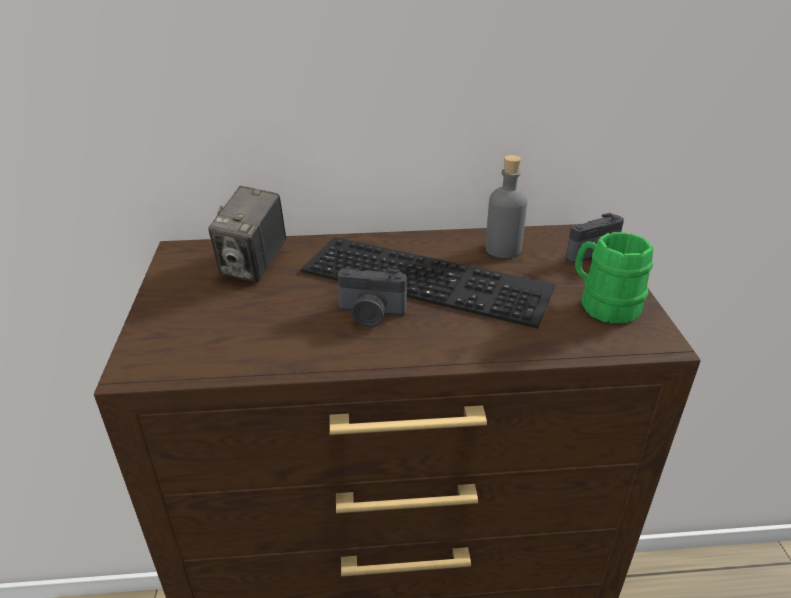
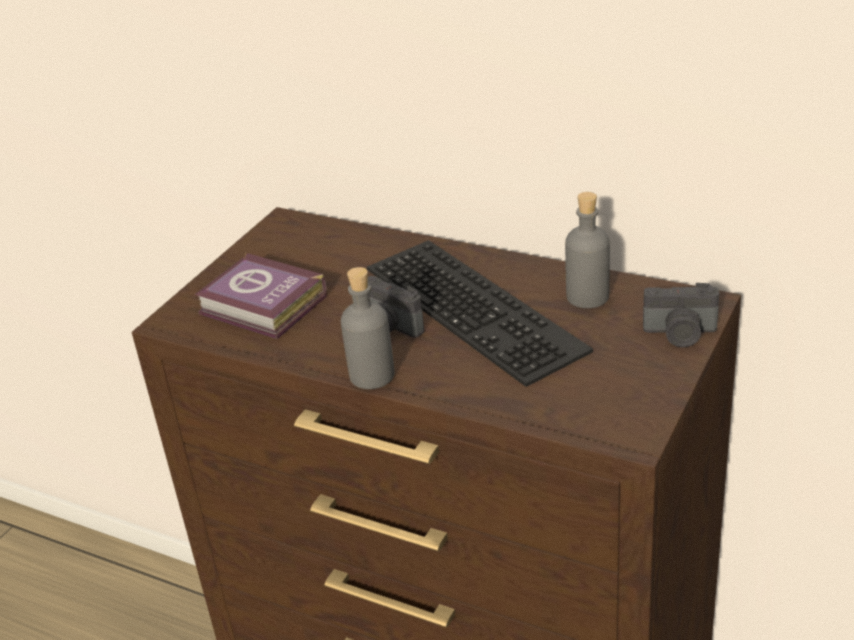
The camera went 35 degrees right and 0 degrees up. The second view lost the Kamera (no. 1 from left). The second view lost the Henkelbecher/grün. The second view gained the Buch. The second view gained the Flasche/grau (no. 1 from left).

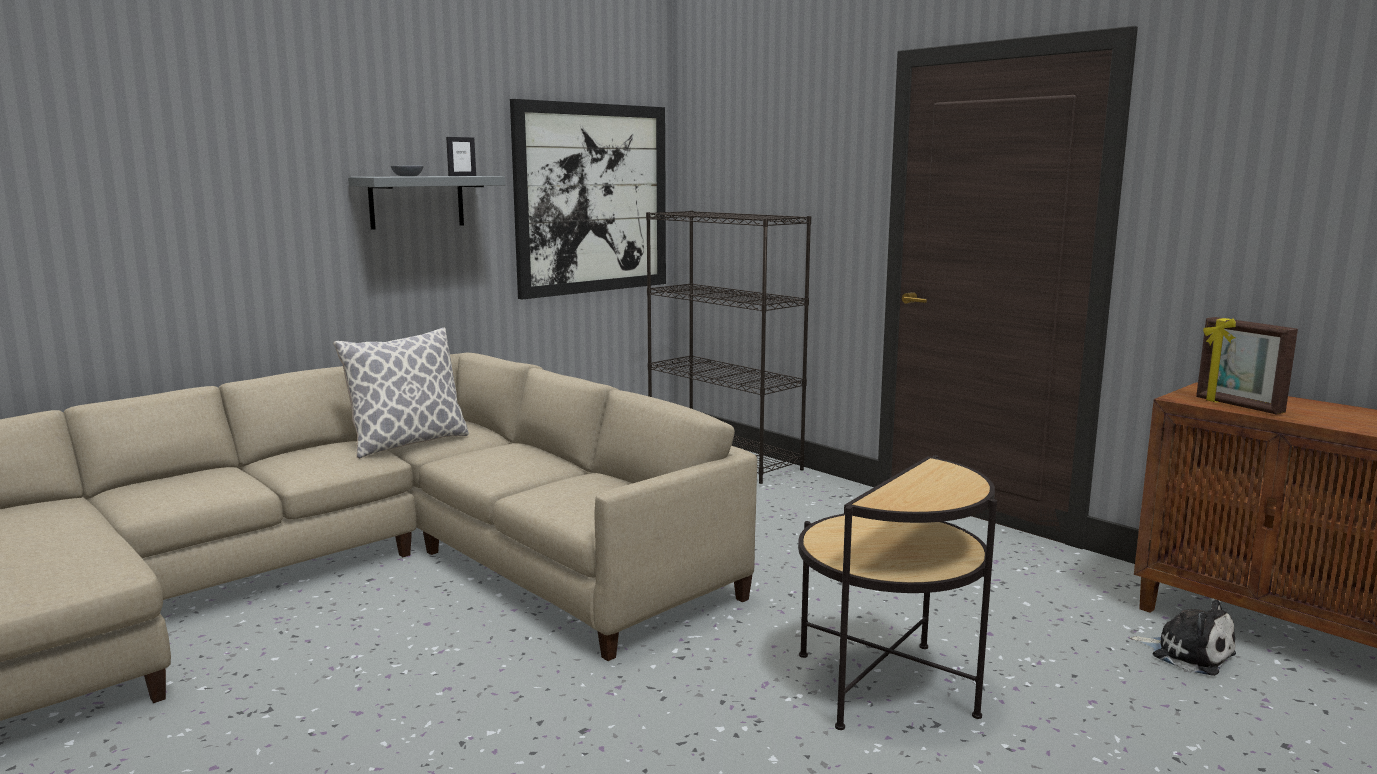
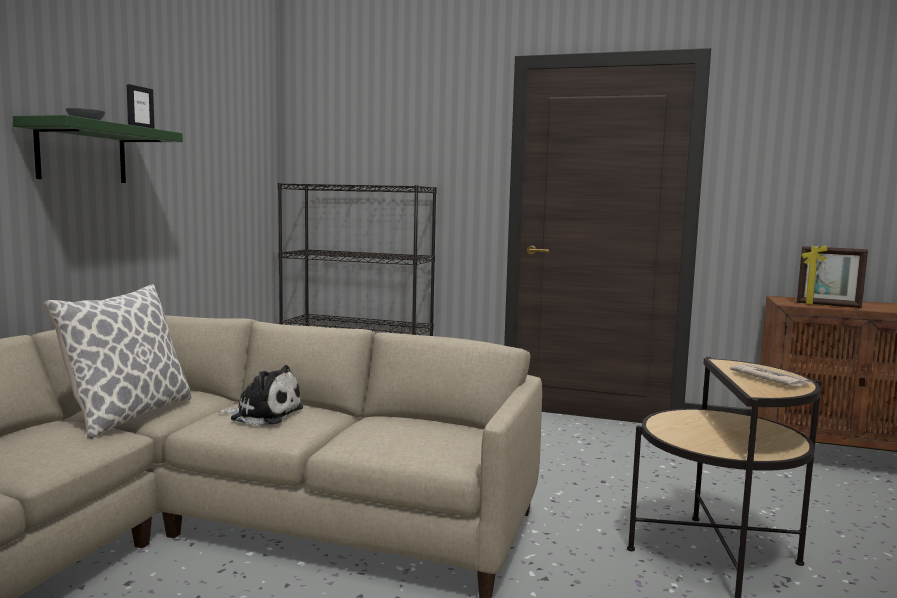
The camera went 30 degrees left and 5 degrees down. The second view lost the Bild. What was the Wandregal/grau turned into the Wandregal/grün. The Plüschtier ended up elsewhere. The second view gained the Zeitung.

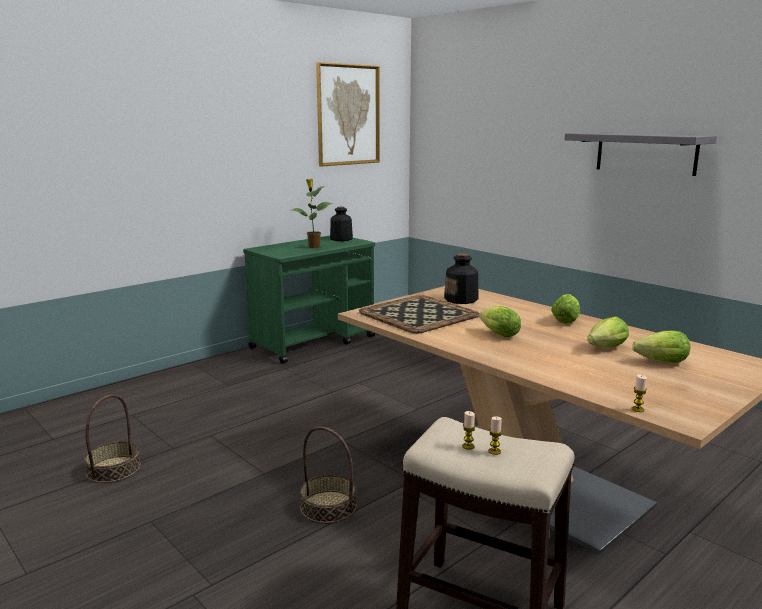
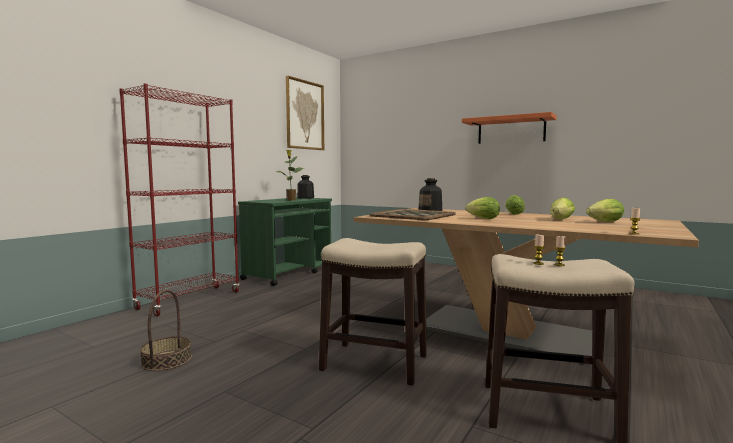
The camera went 15 degrees left and 10 degrees down. What was the Wandregal/grau turned into the Wandregal/orange. Where the Korb (no. 2 from left) stood, the Hocker (no. 1 from left) came to stand. The second view gained the Bücherregal/rot.

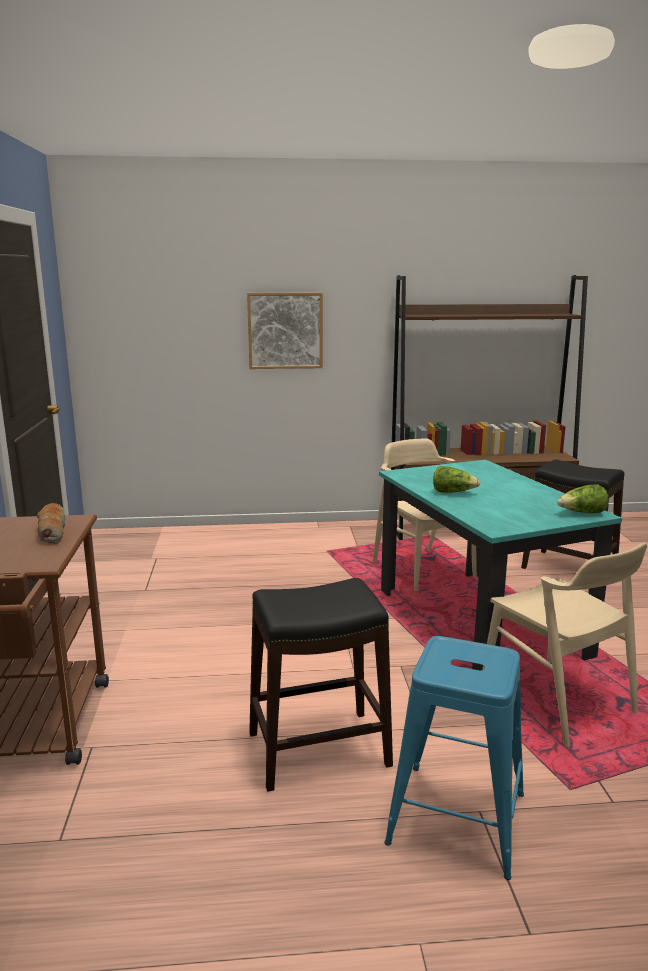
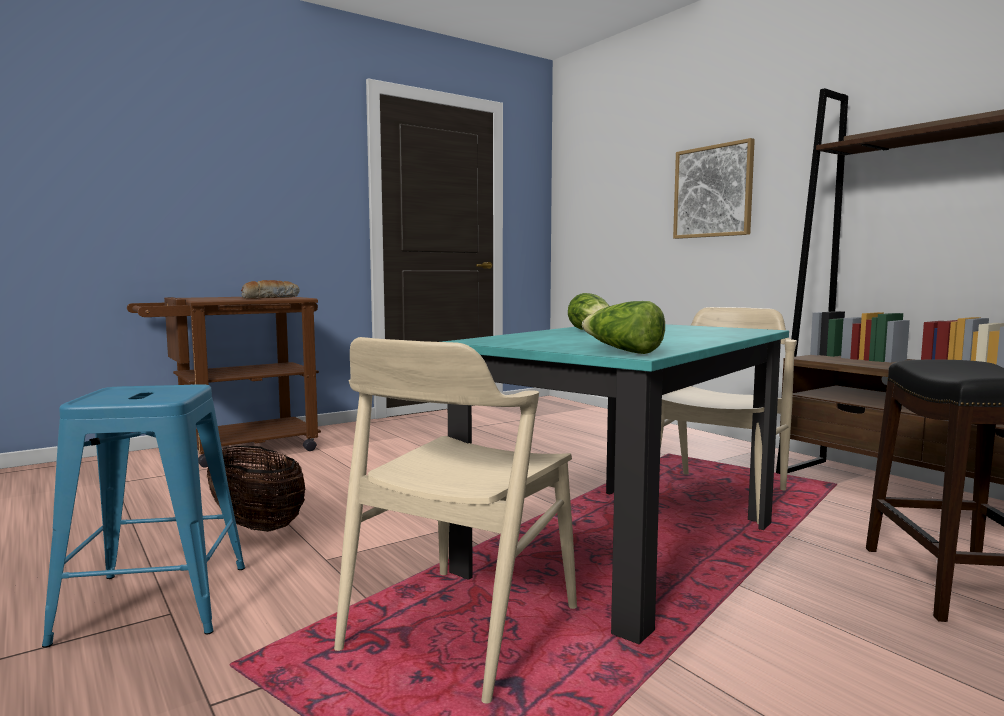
The camera went 60 degrees right and 10 degrees down. Where the Hocker/schwarz (no. 1 from left) stood, the Korb came to stand.

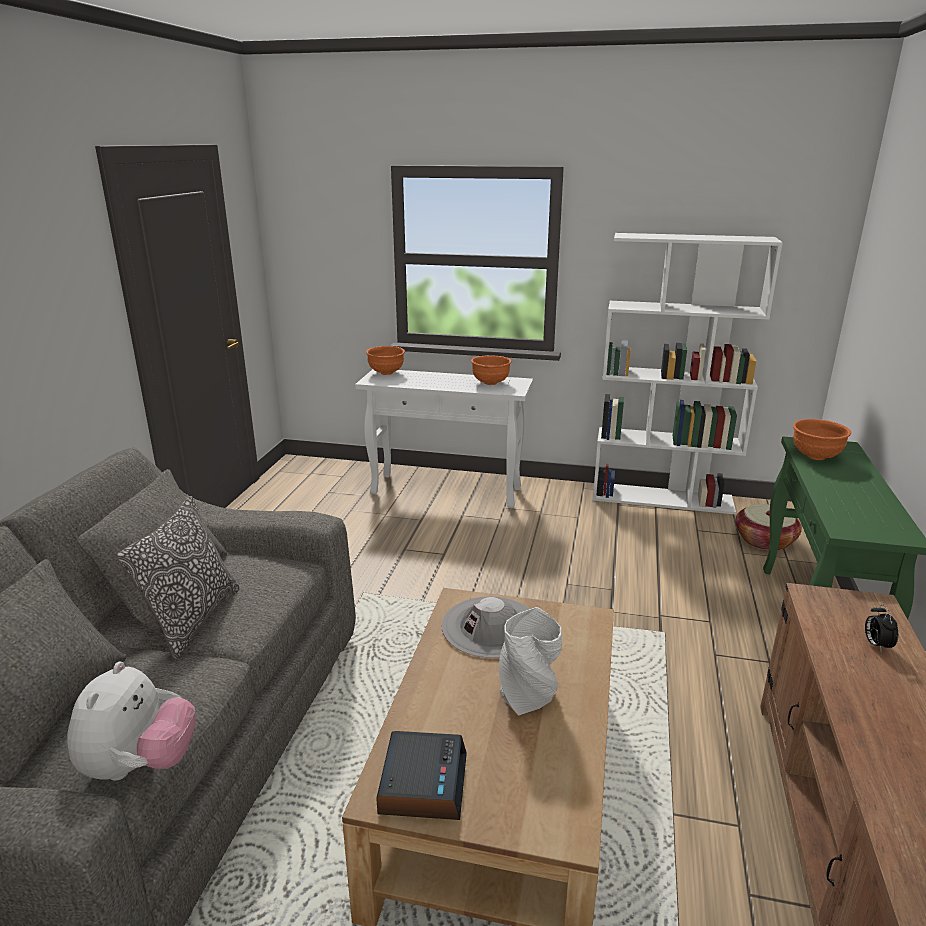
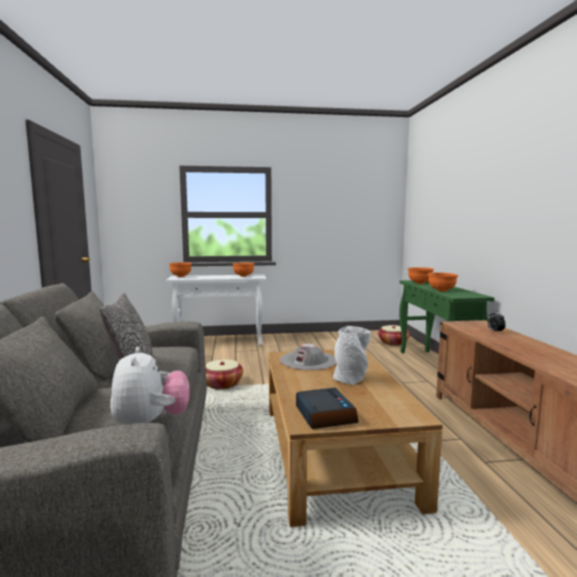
The camera went 20 degrees left and 15 degrees down. The second view lost the Bücherregal/weiß. The second view gained the Schüssel/orange (no. 4 from left). The second view gained the Korb (no. 1 from left).

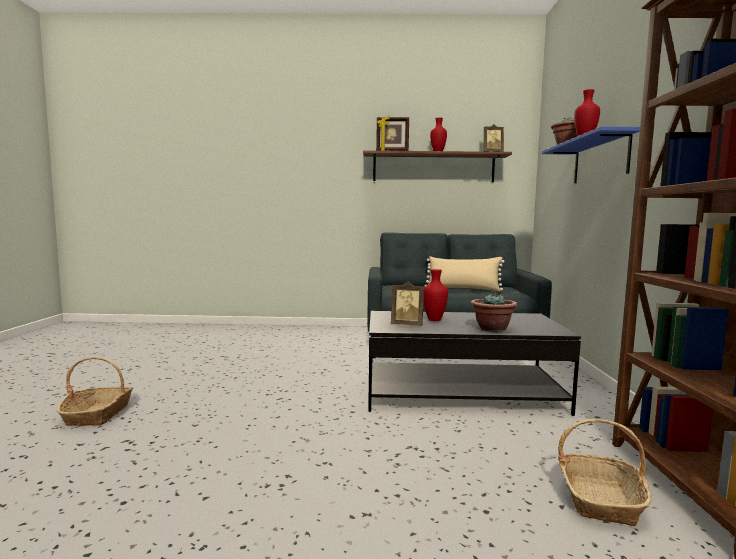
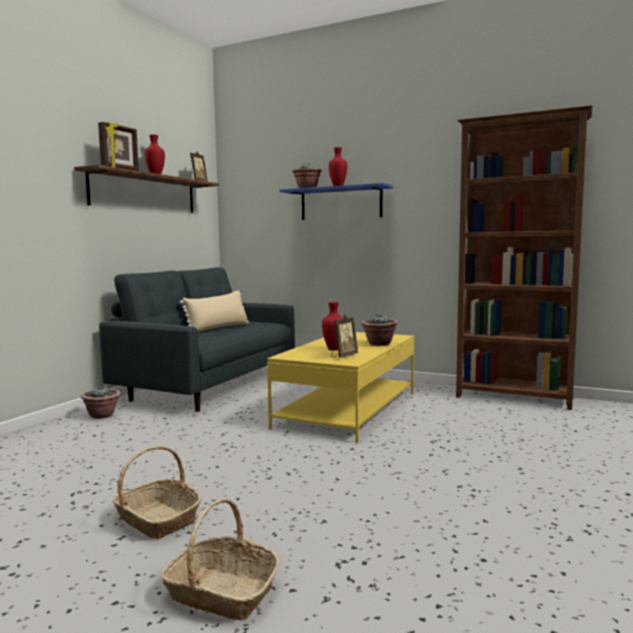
The camera went 65 degrees left and 0 degrees up. What was the Couchtisch/schwarz turned into the Couchtisch/gelb. The Korb (no. 2 from left in the first image) ended up elsewhere. The second view gained the Topfpflanze (no. 1 from left).

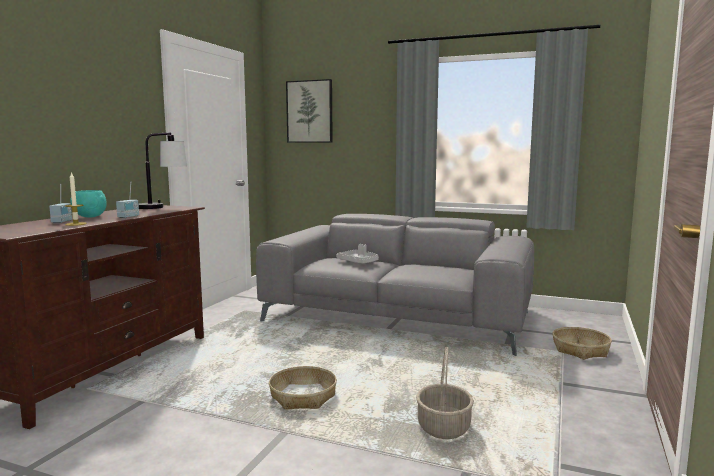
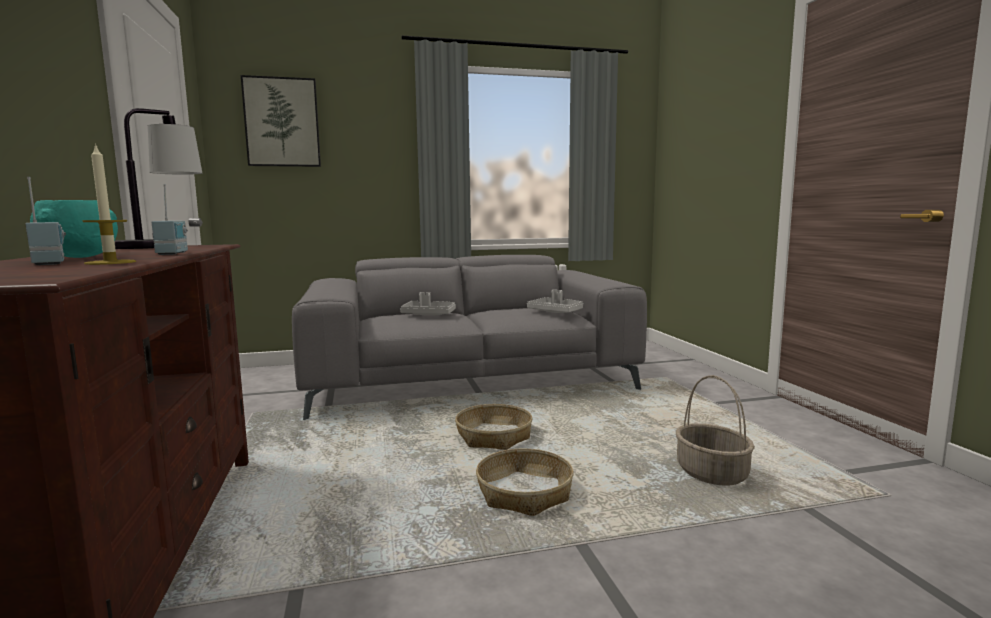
The camera went 35 degrees left and 0 degrees up. The Korb (no. 3 from left in the first image) ended up elsewhere. The second view gained the Tablett/grau (no. 2 from left).

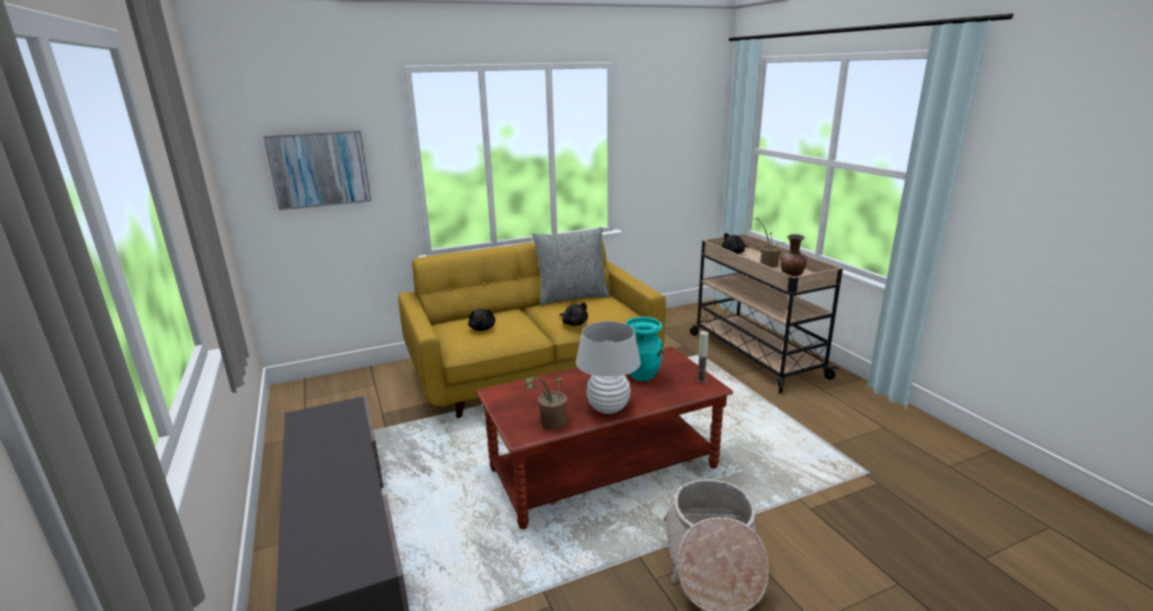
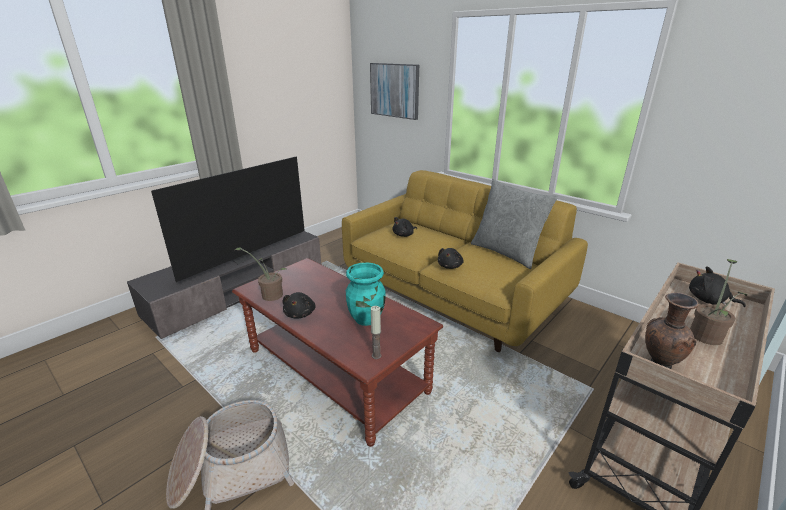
The camera went 65 degrees right and 5 degrees up. Where the Tischlampe/weiß stood, the Plüschtier/schwarz (no. 1 from left) came to stand. The second view gained the Fernseher.

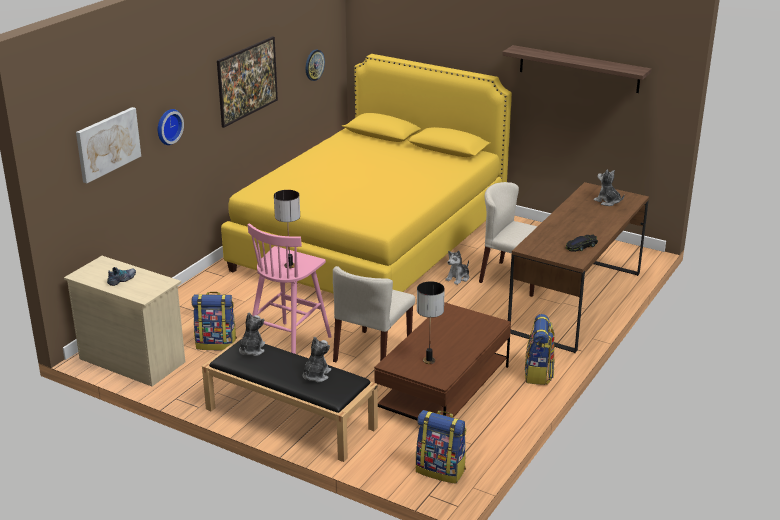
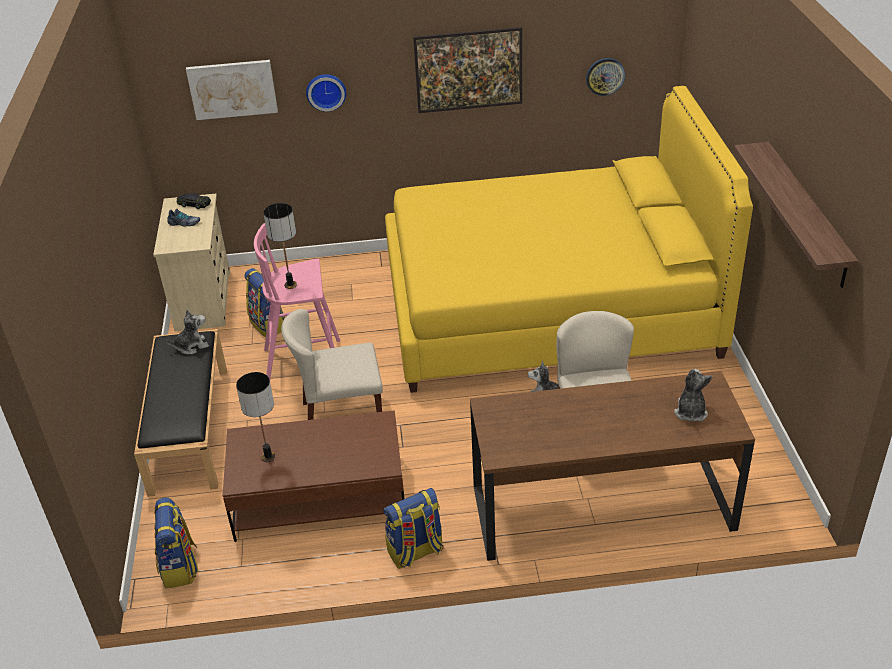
The camera went 55 degrees right and 10 degrees up. The Spielzeugauto/schwarz ended up elsewhere. The second view lost the Plüschtier (no. 2 from left).

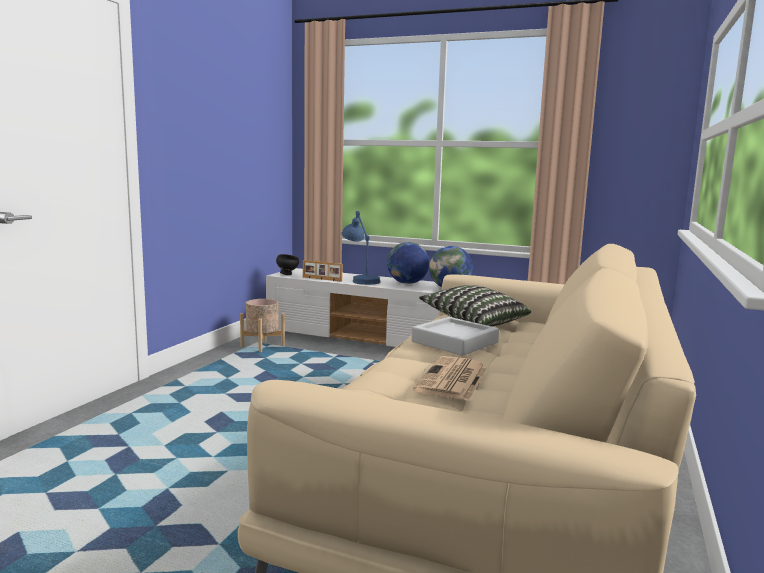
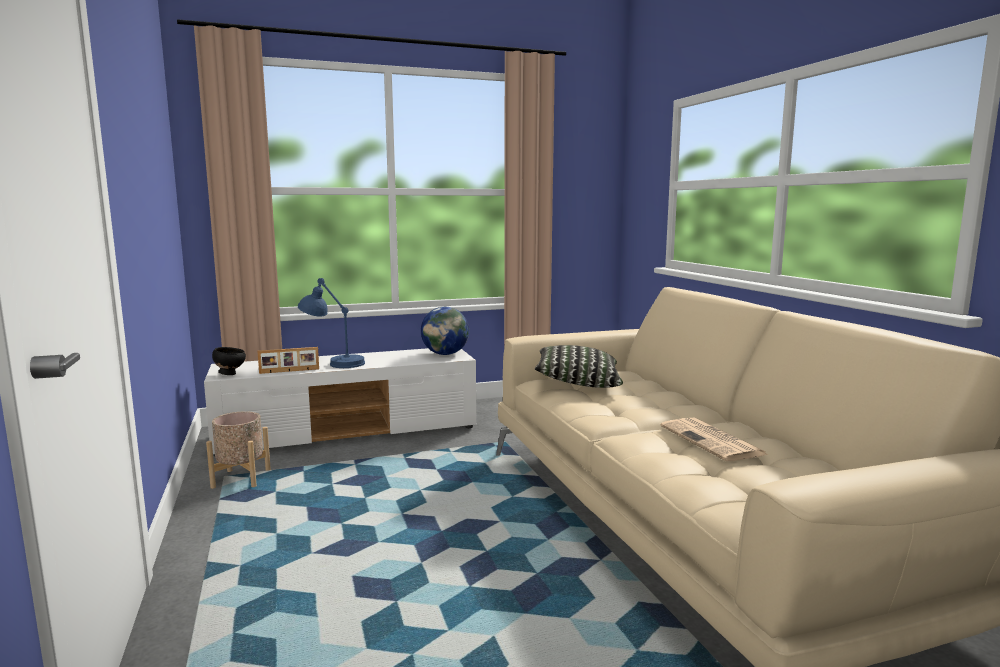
The camera went 40 degrees left and 0 degrees up. The second view lost the Globus (no. 1 from left). The second view lost the Tablett/grau.

